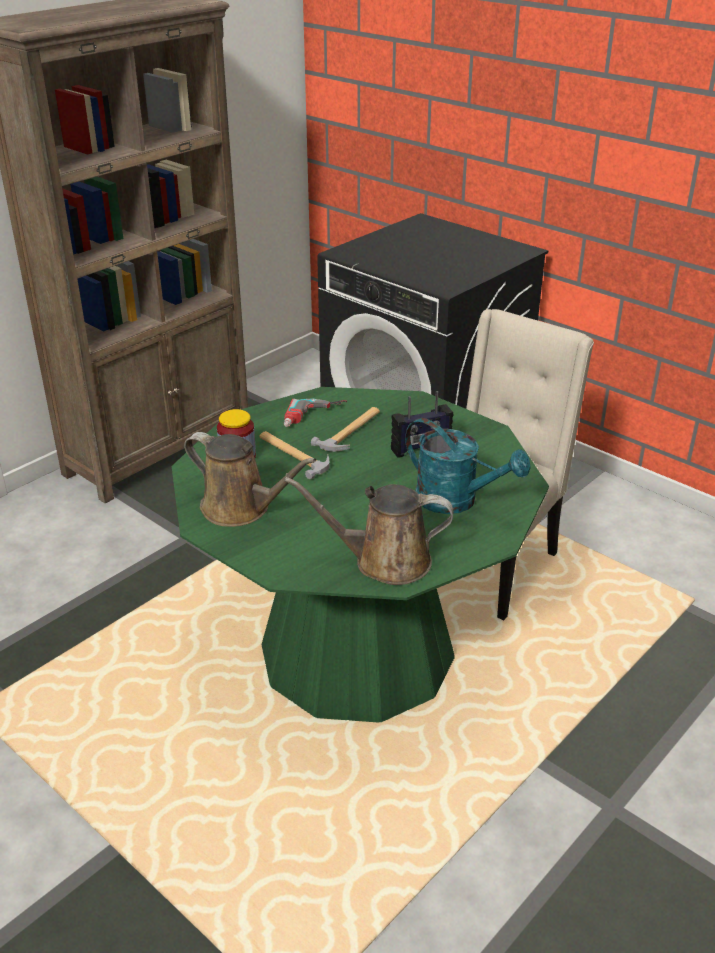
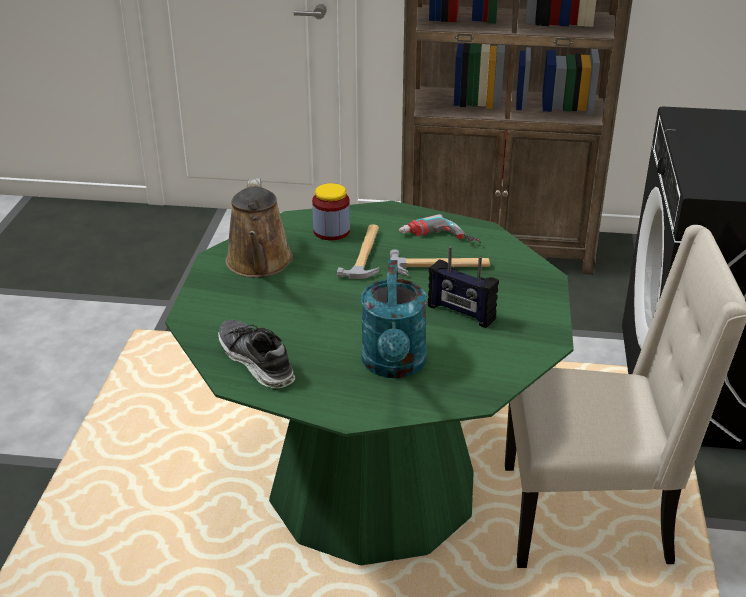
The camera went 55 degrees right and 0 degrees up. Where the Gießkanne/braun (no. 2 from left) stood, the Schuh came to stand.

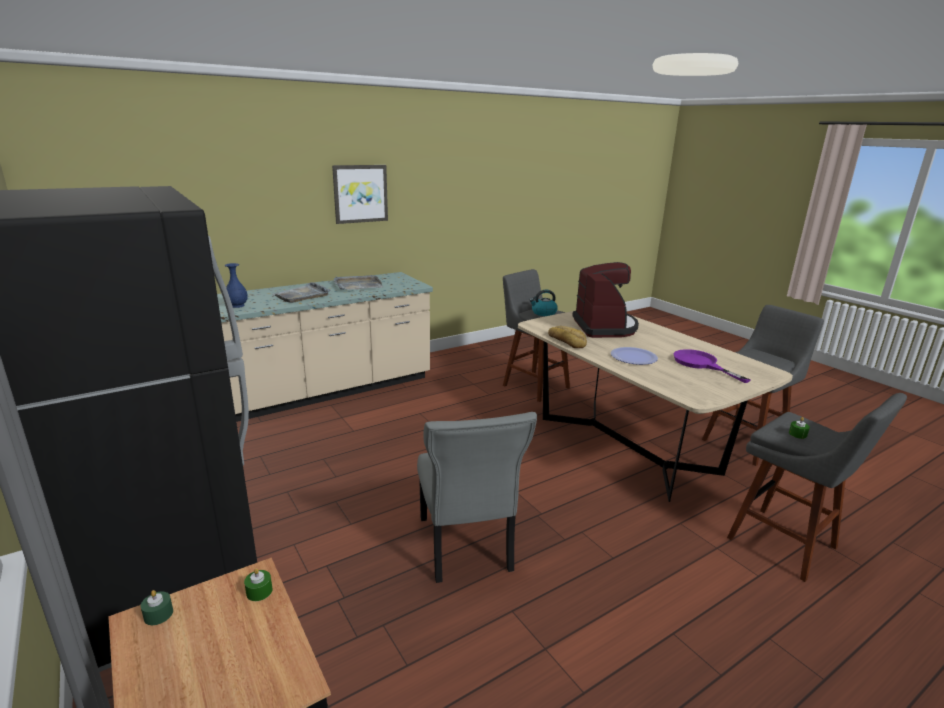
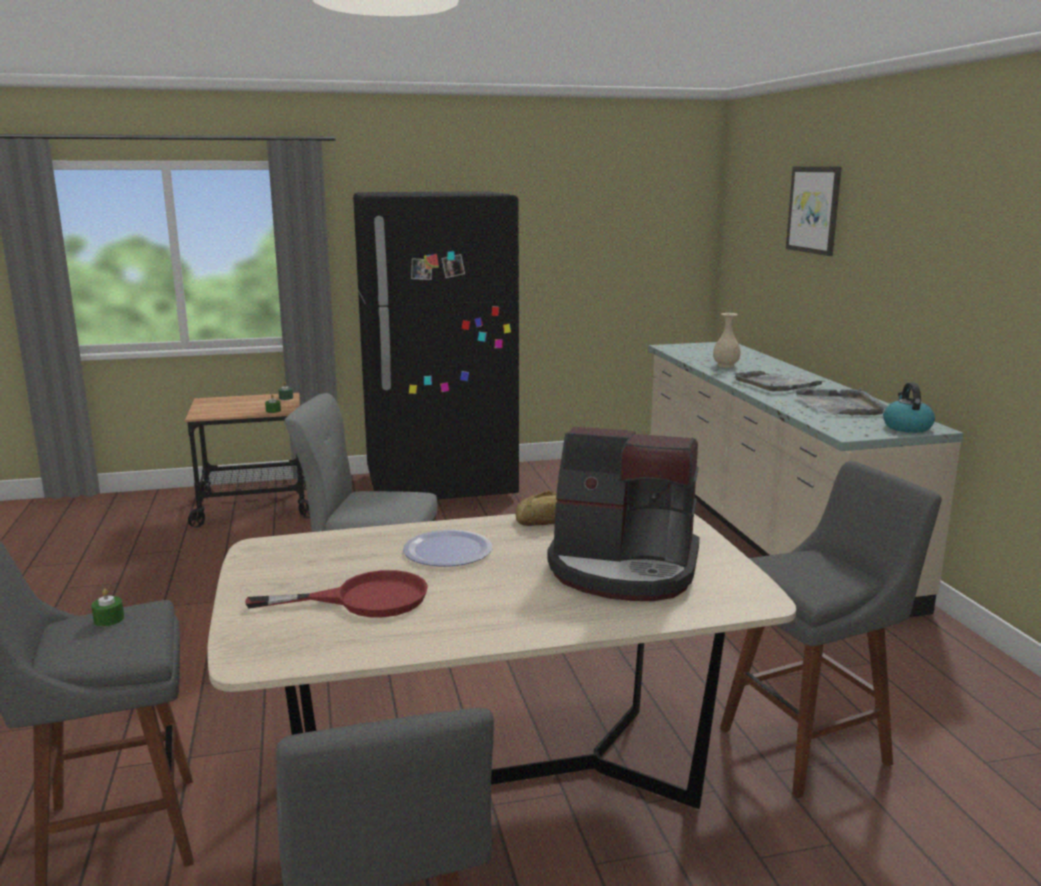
The camera went 110 degrees right and 5 degrees down. The Bild ended up elsewhere. What was the Vase/blau turned into the Vase/beige. The Wasserkessel ended up elsewhere. What was the Pfanne/lila turned into the Pfanne/rot.

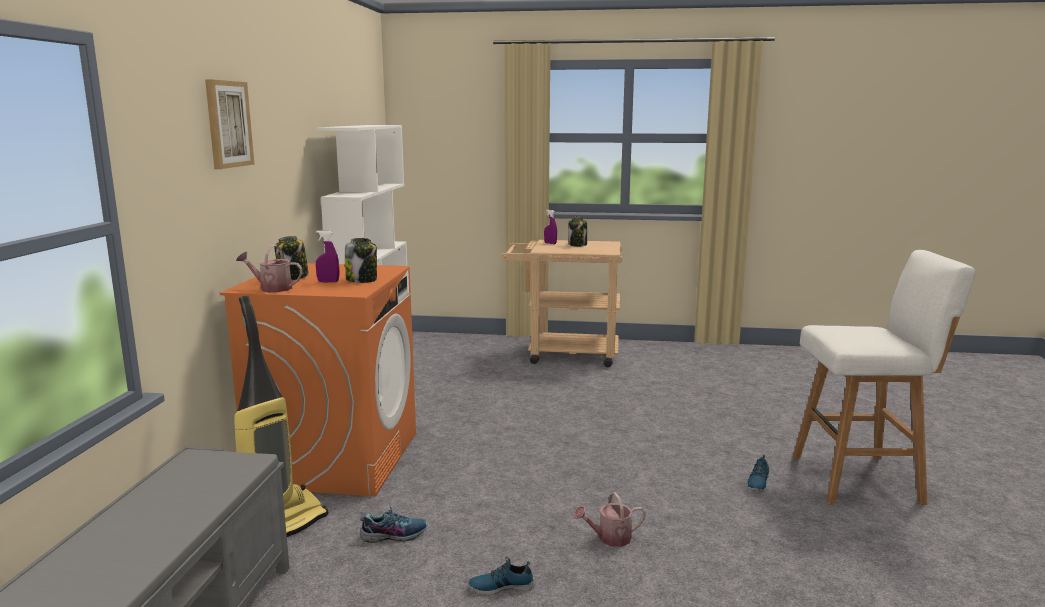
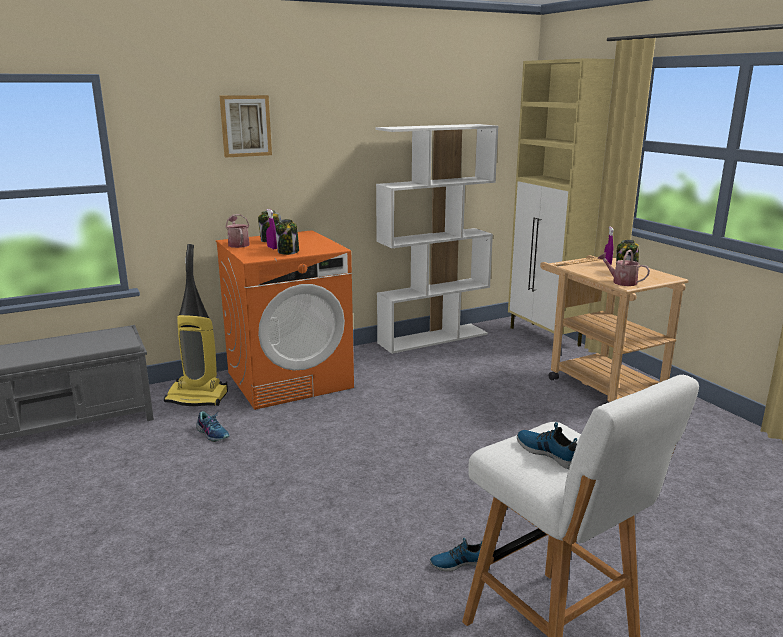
The camera went 55 degrees right and 5 degrees up. The Gießkanne (no. 2 from left) ended up elsewhere. The Schuh (no. 2 from left in the first image) ended up elsewhere. The second view gained the Schrank/beige.

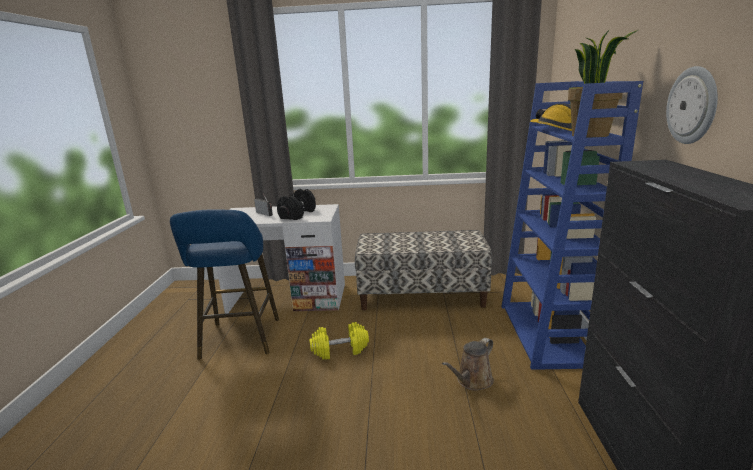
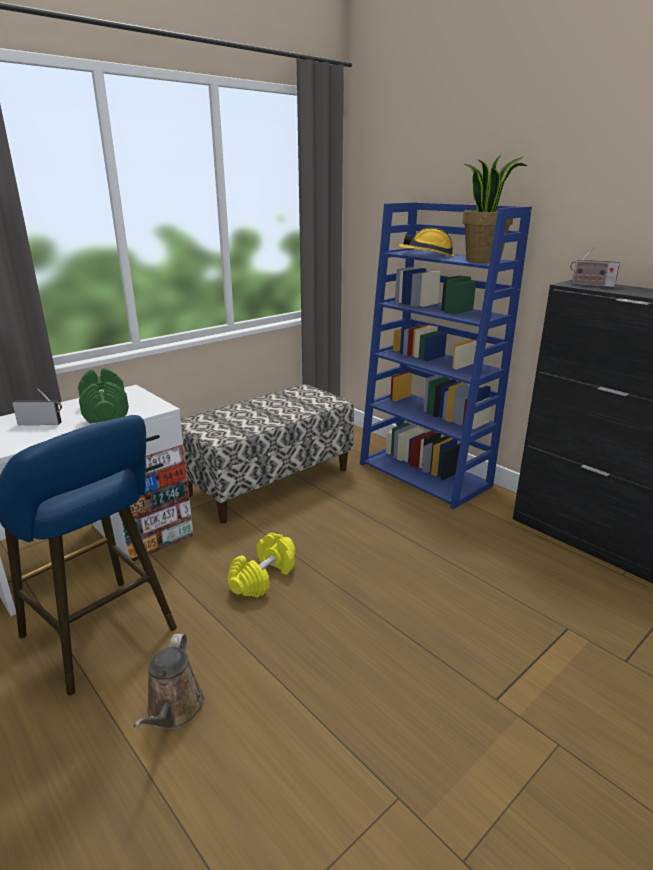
The camera went 45 degrees left and 5 degrees up. The second view lost the Wanduhr. What was the Hantel/schwarz turned into the Hantel/grün. The Gießkanne/braun ended up elsewhere. The second view gained the Radio (no. 2 from left).

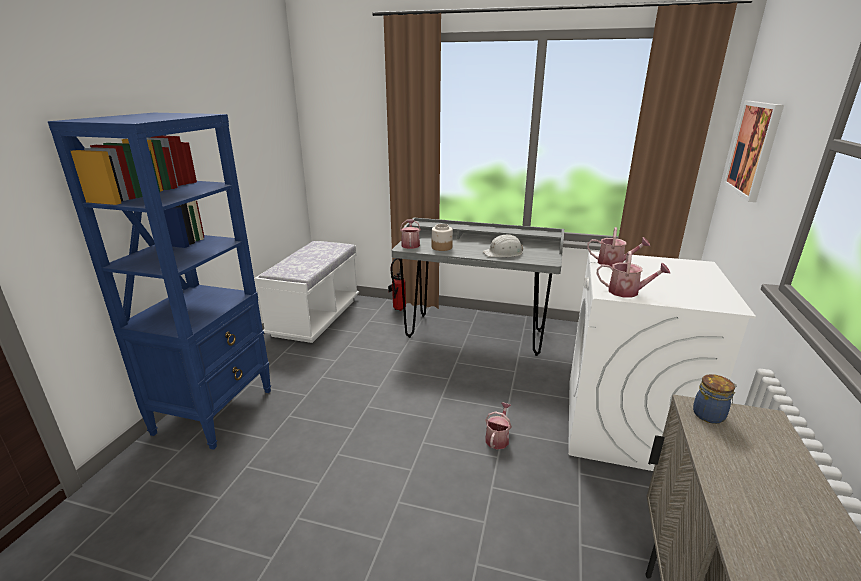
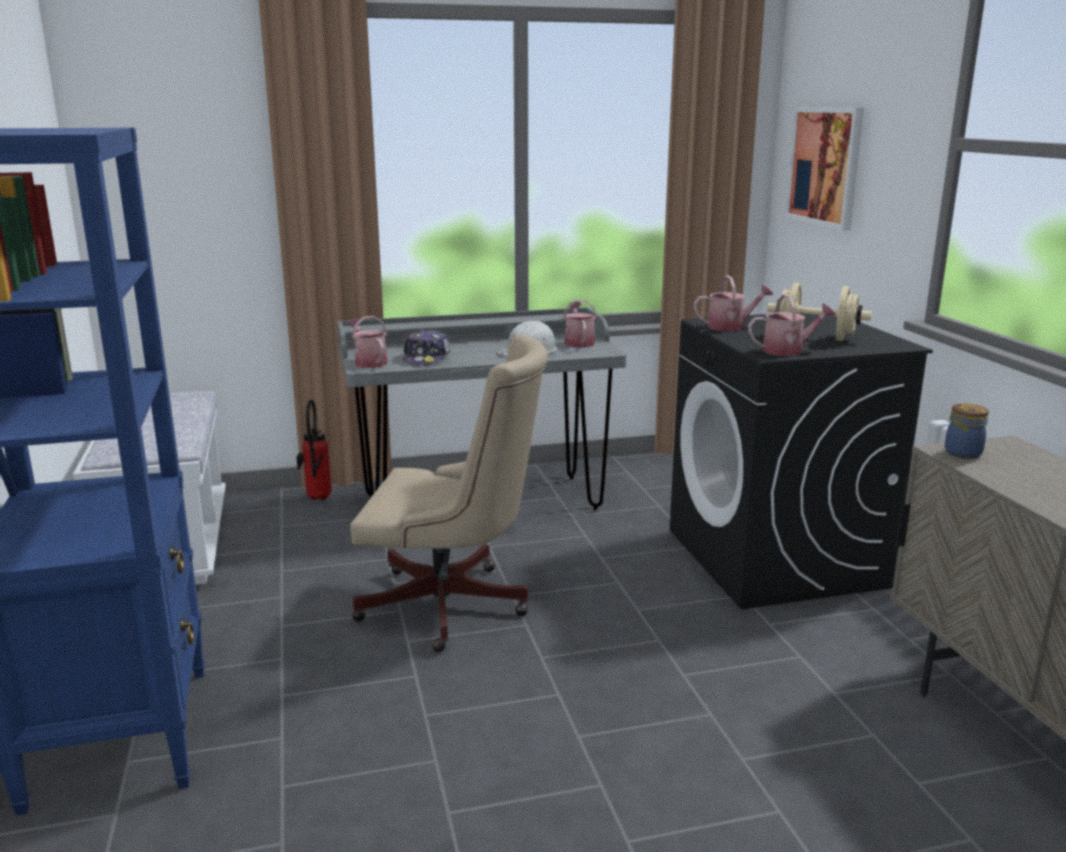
The camera went 30 degrees left and 5 degrees down. Where the Vorratsglas (no. 1 from left) stood, the Kappe came to stand. What was the Waschmaschine/weiß turned into the Waschmaschine/schwarz. The Gießkanne (no. 2 from left) ended up elsewhere. The second view gained the Hantel/beige. The second view gained the Bürostuhl/beige.

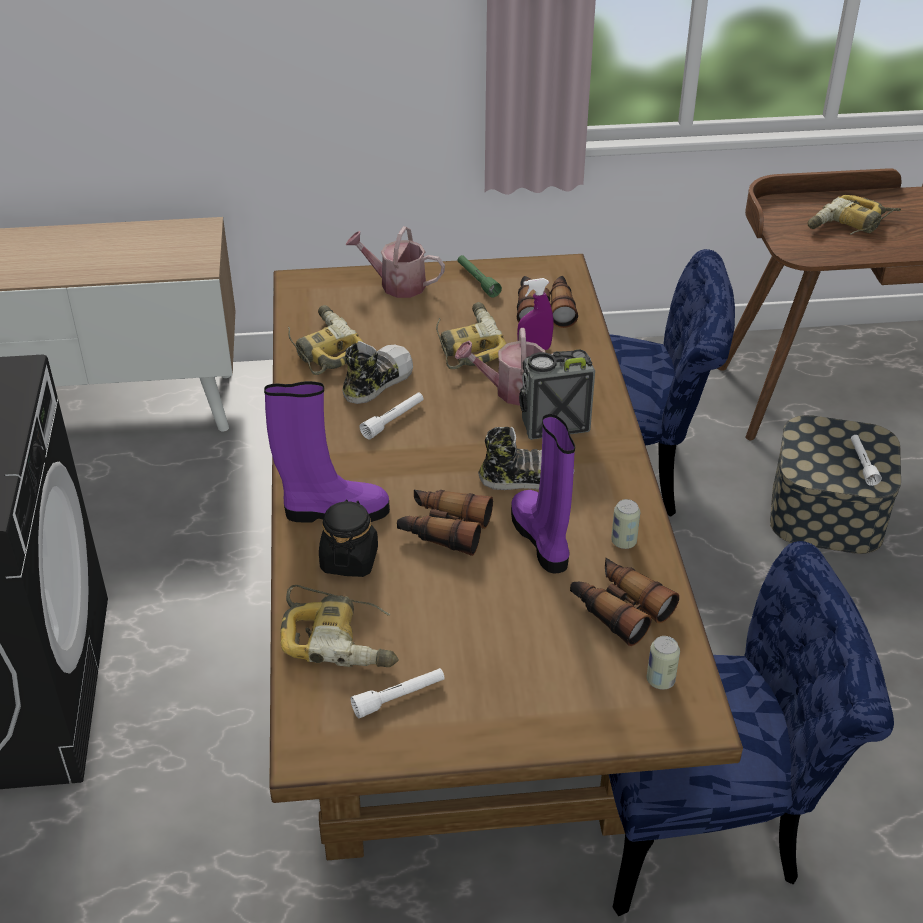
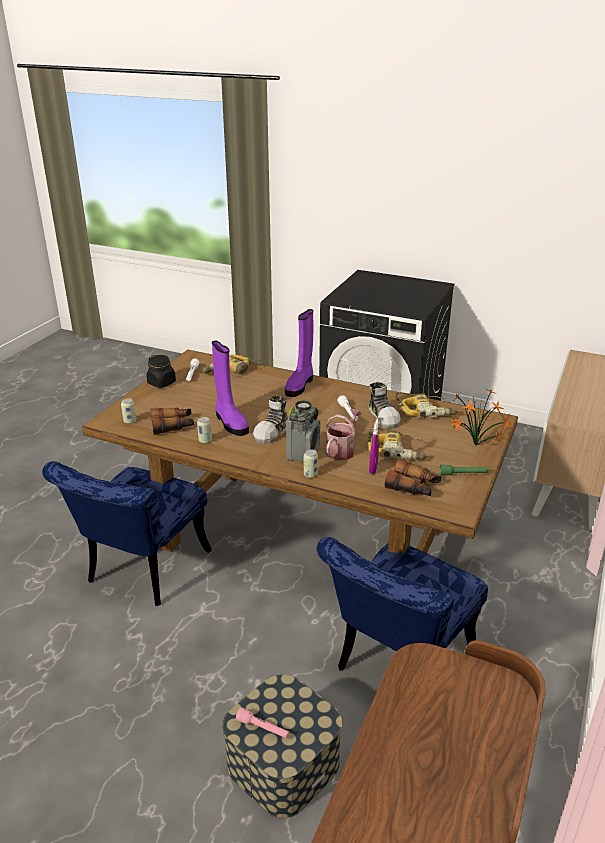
The camera went 120 degrees right and 10 degrees down. The second view lost the Bohrmaschine (no. 4 from left). Where the Gießkanne (no. 1 from left) stood, the Topfpflanze came to stand. The Stiefel/lila (no. 2 from left in the first image) ended up facing another way, 45 degrees clockwise from before. What was the Taschenlampe/weiß (no. 3 from left) turned into the Taschenlampe/rosa. The second view lost the Fernglas (no. 1 from left). The Vorratsglas/schwarz ended up elsewhere. The second view gained the Dose (no. 3 from left).

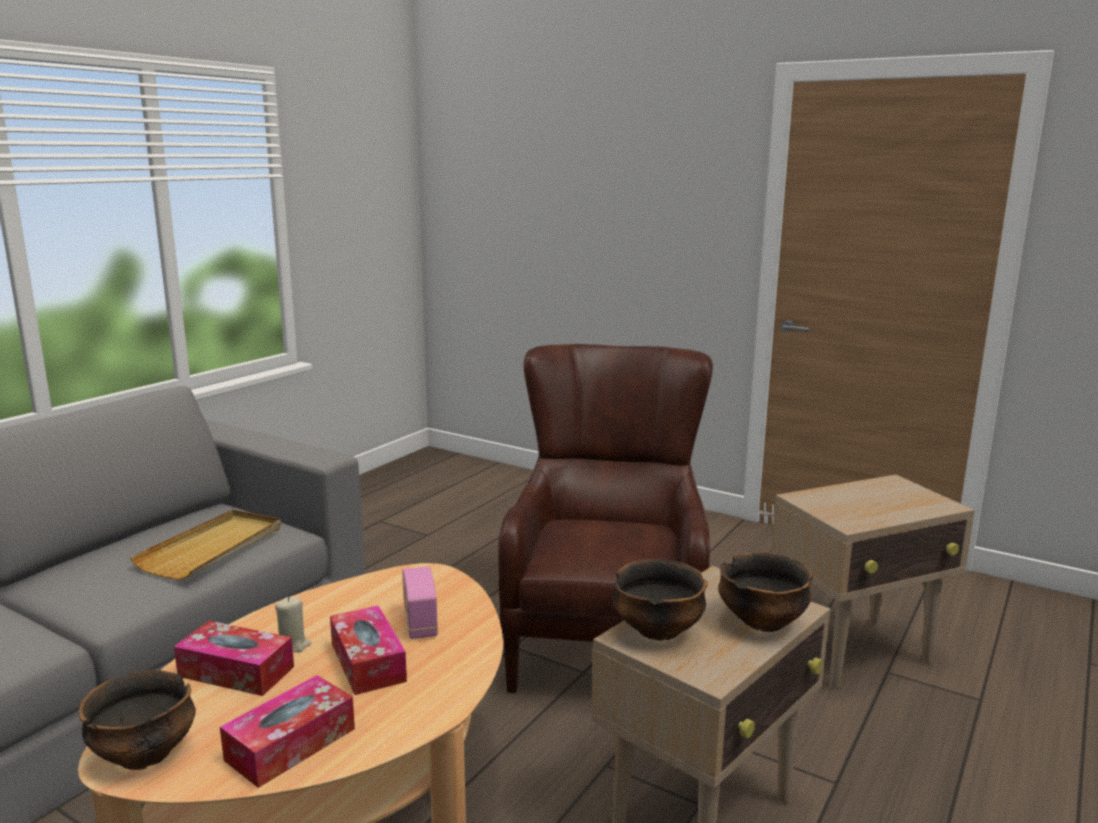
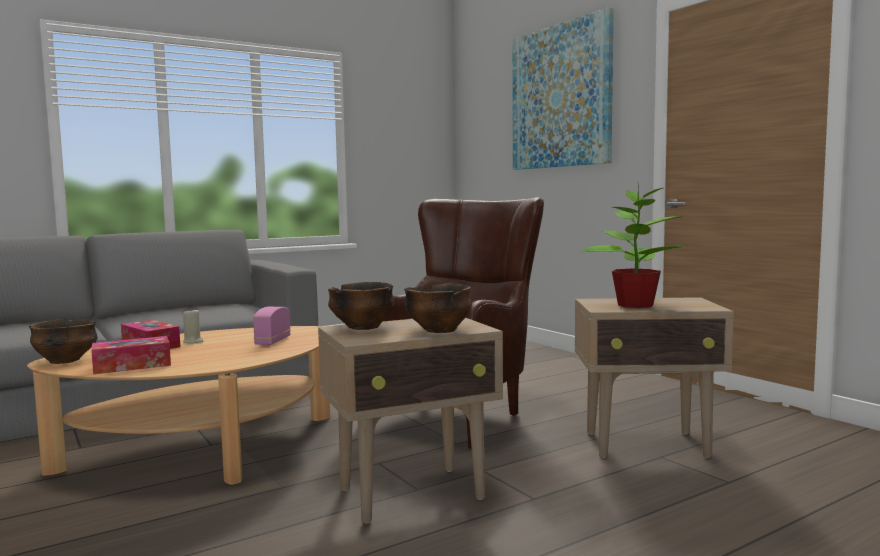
The camera went 25 degrees right and 10 degrees down. The second view lost the Tablett/beige. The second view lost the Taschentuchbox (no. 3 from left). The second view gained the Bild. The second view gained the Topfpflanze.

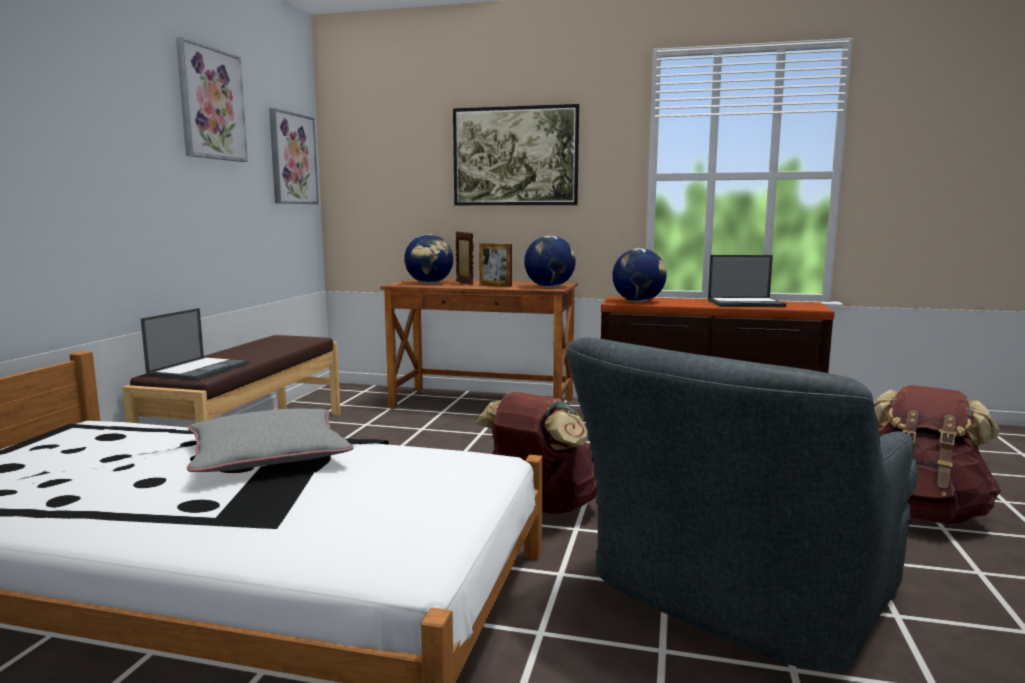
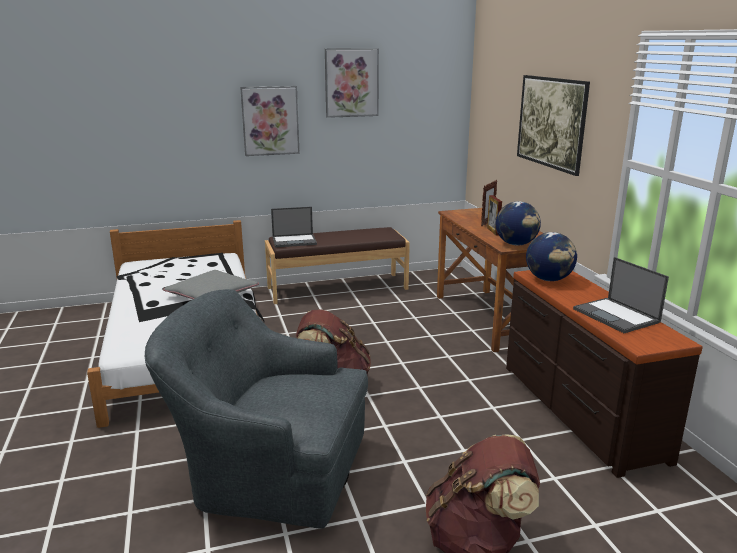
The camera went 60 degrees right and 10 degrees up. The Bild (no. 2 from left in the first image) ended up elsewhere. The second view lost the Globus (no. 1 from left).

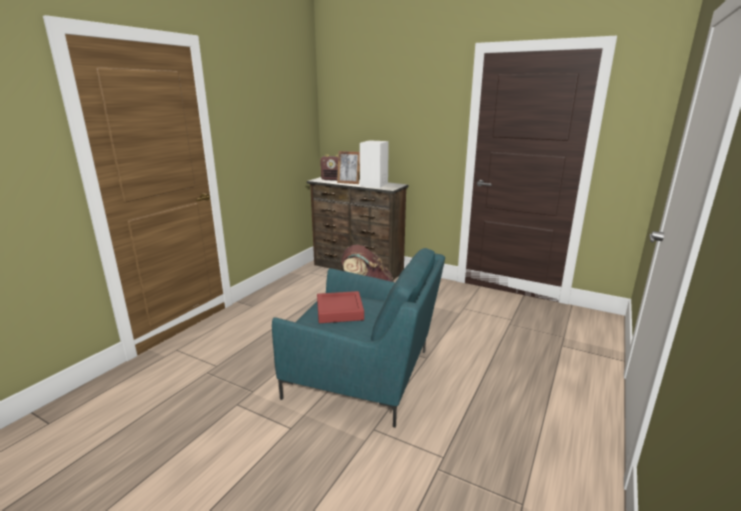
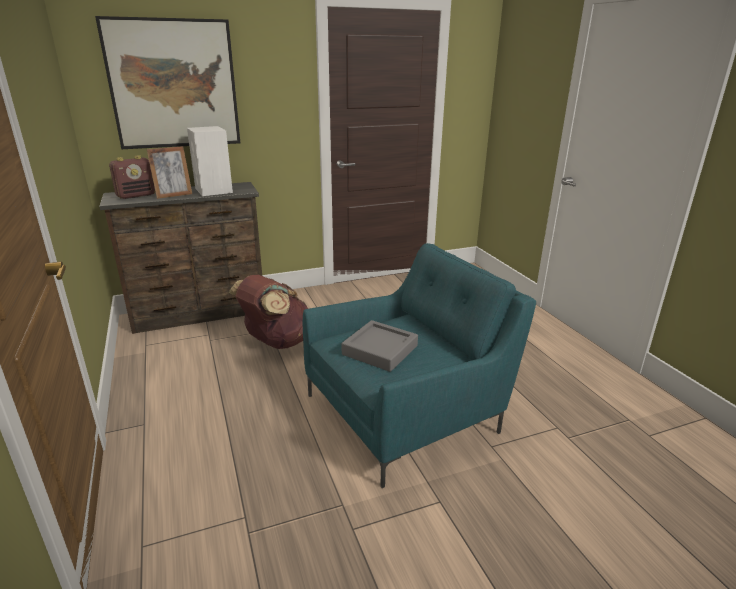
The camera went 50 degrees left and 5 degrees up. What was the Tablett/rot turned into the Tablett/grau. The second view gained the Bild.

